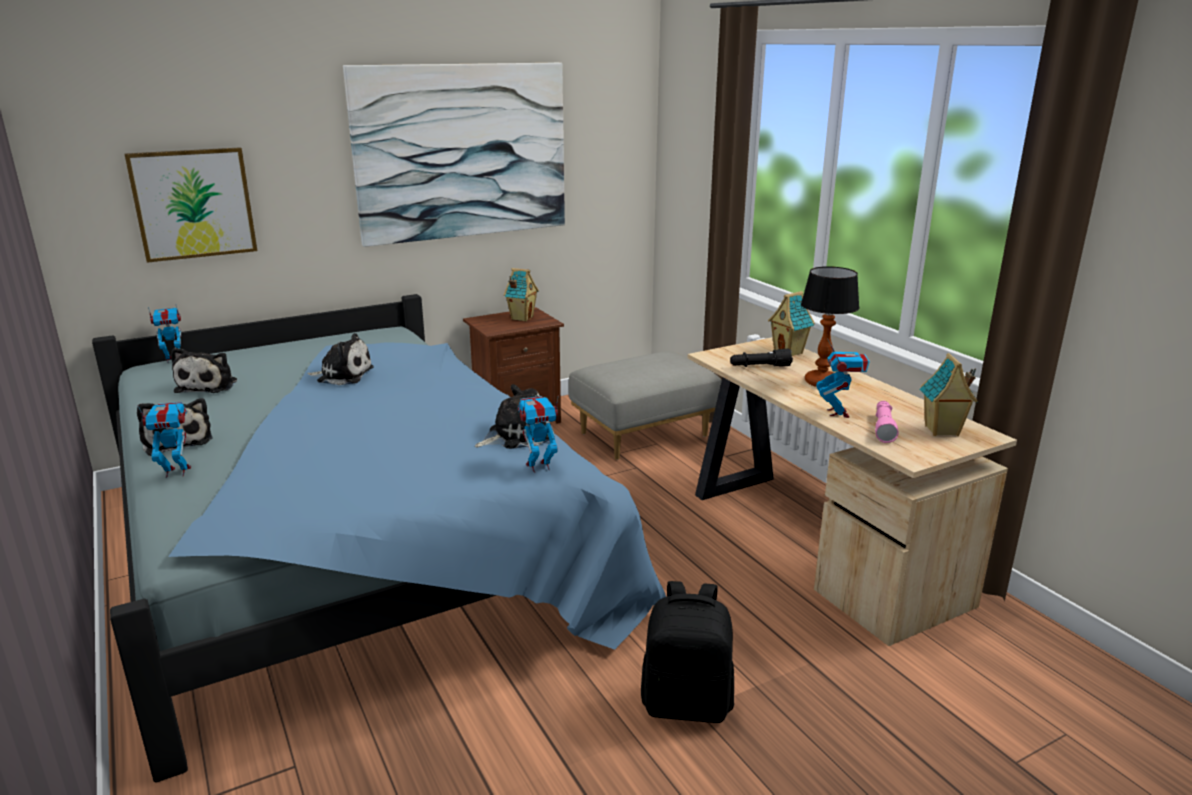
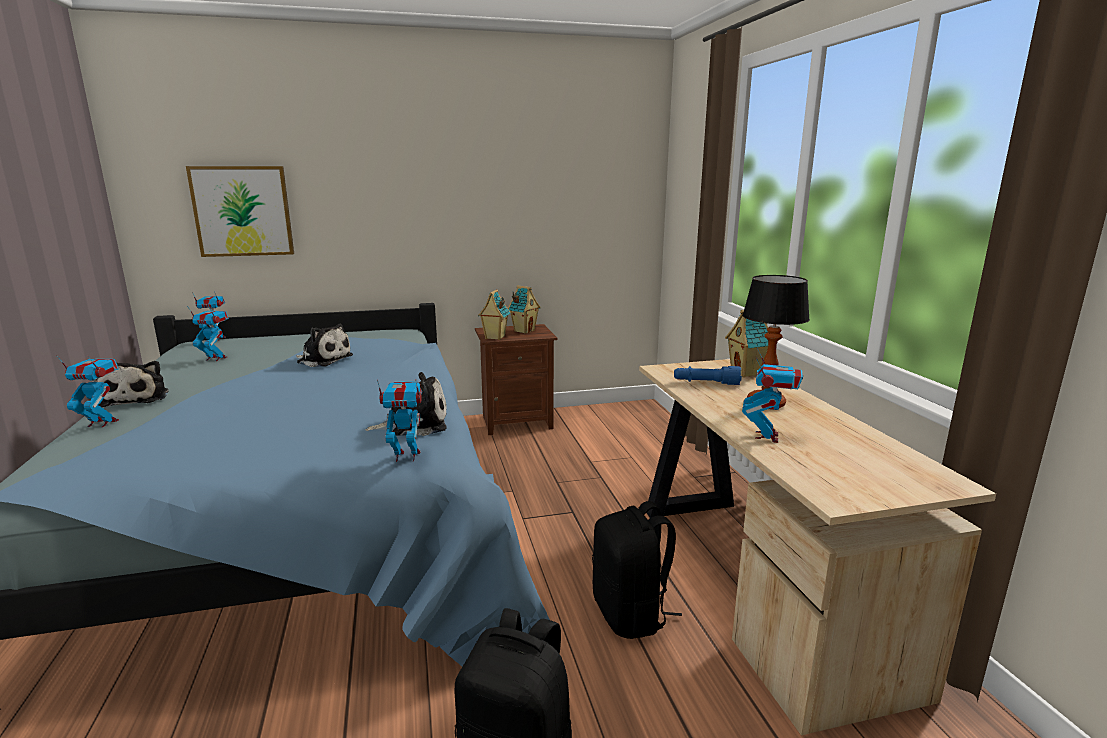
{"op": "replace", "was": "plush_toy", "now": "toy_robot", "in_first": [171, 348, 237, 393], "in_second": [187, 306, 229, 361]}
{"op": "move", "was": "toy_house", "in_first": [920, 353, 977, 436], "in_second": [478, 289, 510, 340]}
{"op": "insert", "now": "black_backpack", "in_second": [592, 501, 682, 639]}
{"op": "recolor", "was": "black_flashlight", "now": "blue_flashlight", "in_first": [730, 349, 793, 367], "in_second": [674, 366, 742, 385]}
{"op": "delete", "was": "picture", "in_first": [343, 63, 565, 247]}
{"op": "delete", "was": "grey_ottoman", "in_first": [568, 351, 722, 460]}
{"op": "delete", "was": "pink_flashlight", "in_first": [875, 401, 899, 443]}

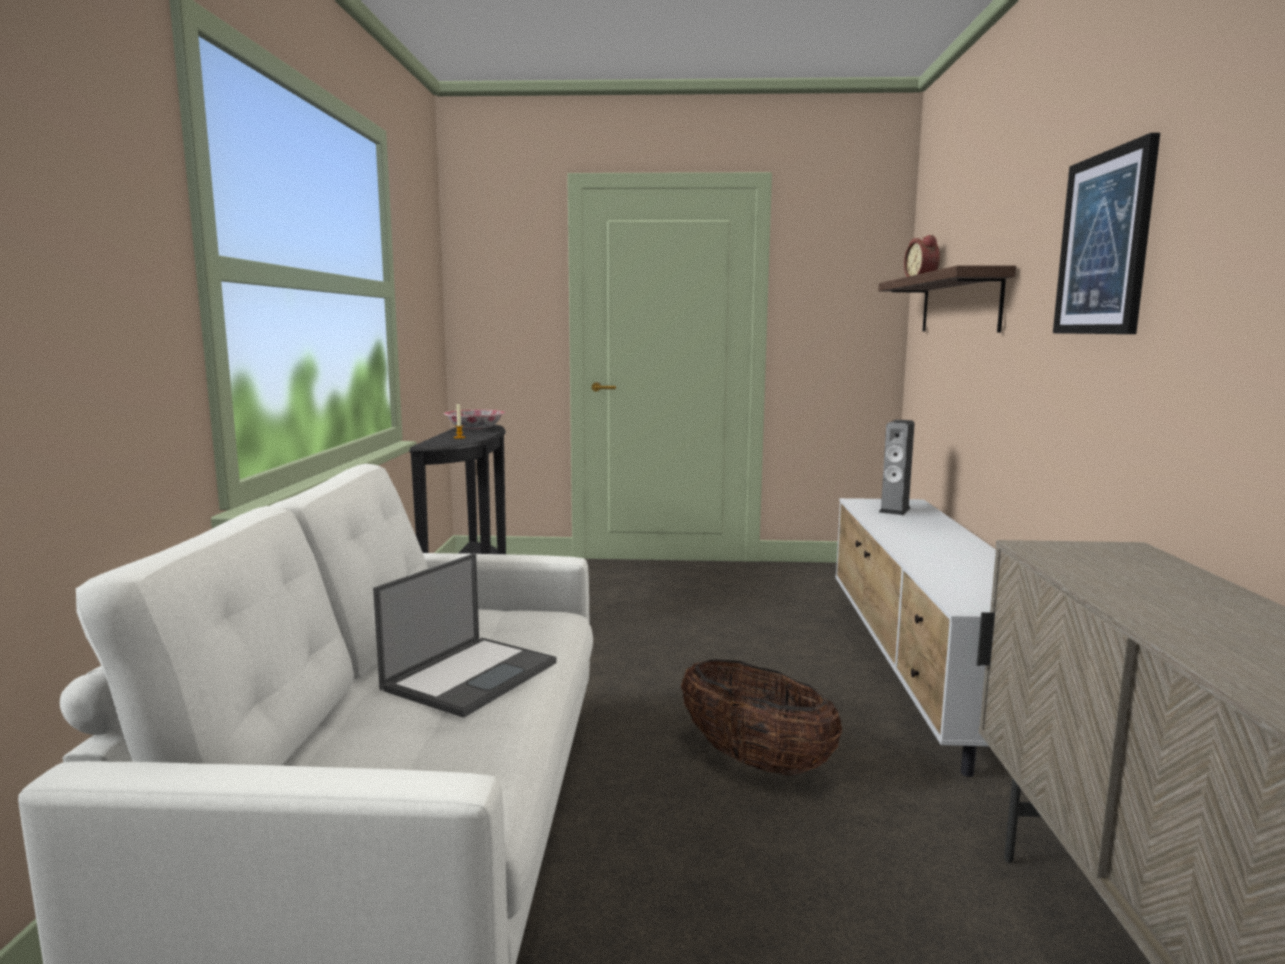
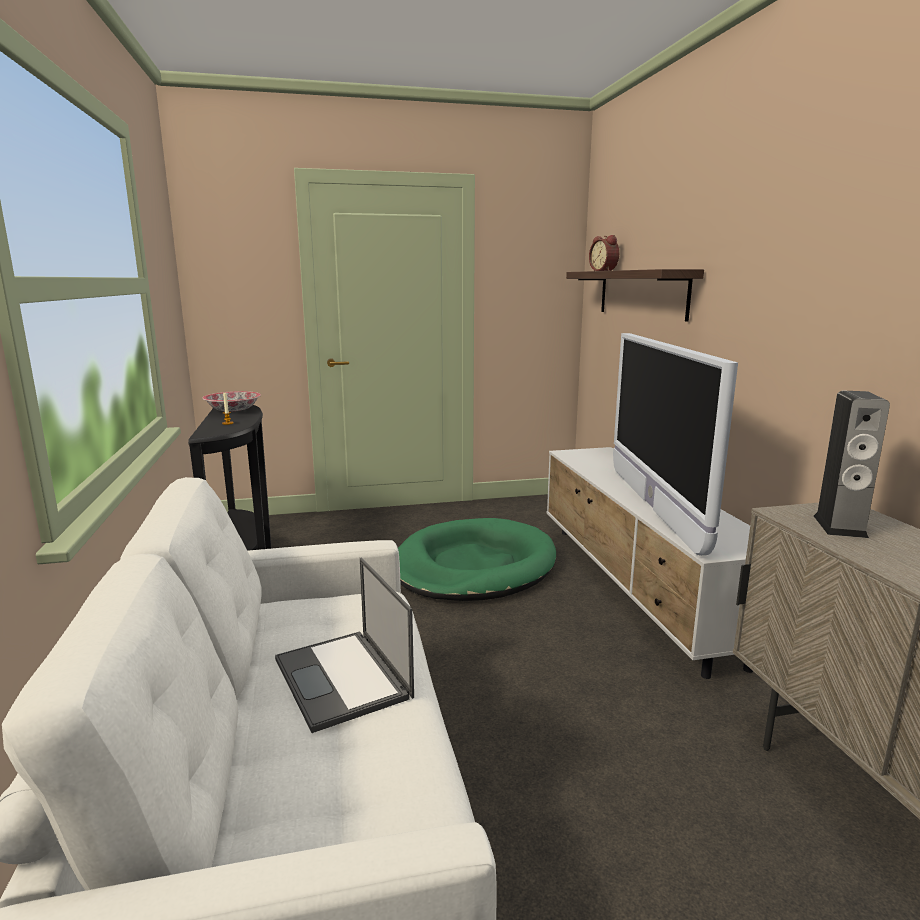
{"op": "rotate", "was": "laptop", "in_first": [373, 553, 557, 718], "in_second": [275, 558, 414, 733], "clockwise": 135}
{"op": "insert", "now": "green_dog_bed", "in_second": [398, 518, 556, 601]}
{"op": "insert", "now": "television", "in_second": [613, 333, 738, 556]}
{"op": "move", "was": "speaker", "in_first": [879, 420, 915, 515], "in_second": [814, 391, 890, 538]}
{"op": "delete", "was": "basket", "in_first": [681, 659, 842, 775]}
{"op": "delete", "was": "picture", "in_first": [1053, 133, 1160, 334]}

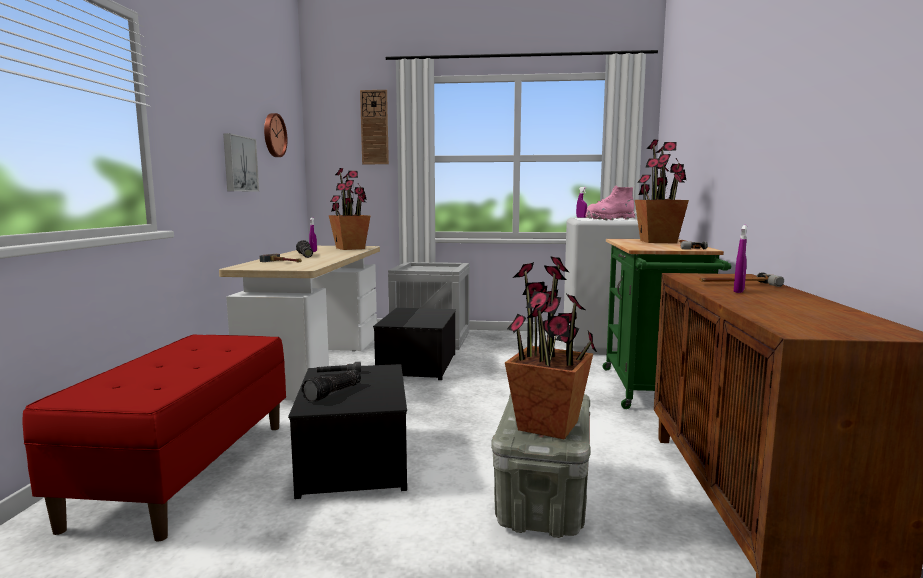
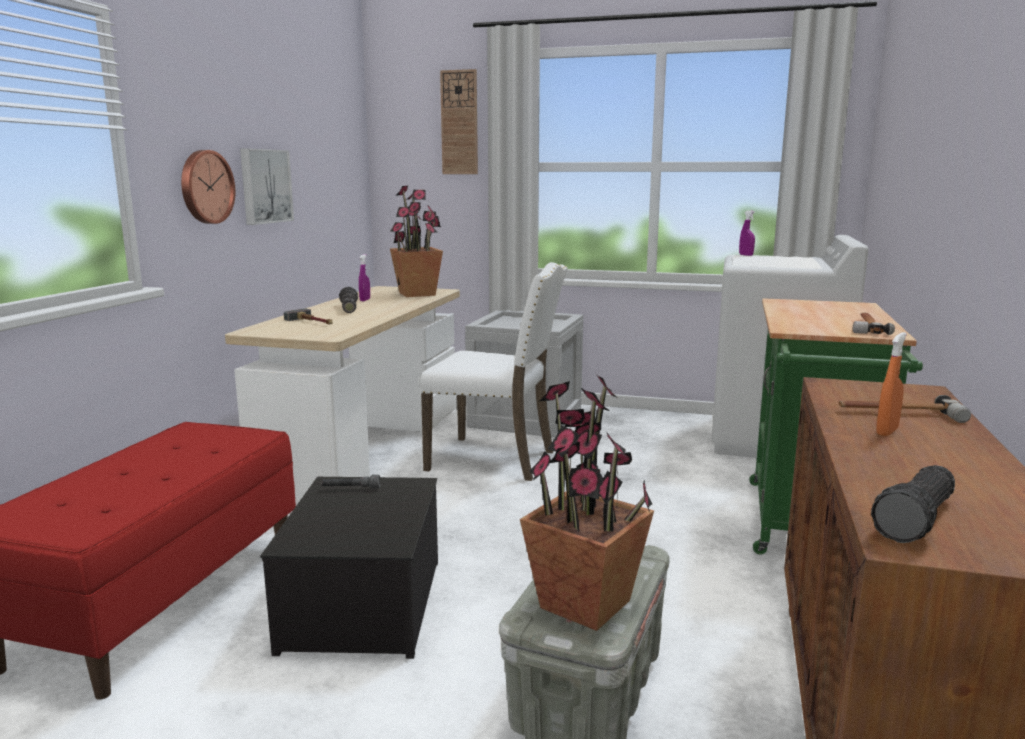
{"op": "move", "was": "wall_clock", "in_first": [264, 113, 287, 157], "in_second": [181, 150, 235, 224]}
{"op": "replace", "was": "storage_box", "now": "white_chair", "in_first": [373, 308, 456, 380], "in_second": [419, 262, 568, 481]}
{"op": "move", "was": "flashlight", "in_first": [301, 370, 361, 402], "in_second": [871, 465, 955, 543]}
{"op": "recolor", "was": "purple_spray_bottle", "now": "orange_spray_bottle", "in_first": [734, 225, 747, 293], "in_second": [876, 332, 907, 436]}
{"op": "delete", "was": "pink_boot", "in_first": [586, 186, 635, 220]}
{"op": "delete", "was": "potted_plant", "in_first": [635, 139, 689, 243]}

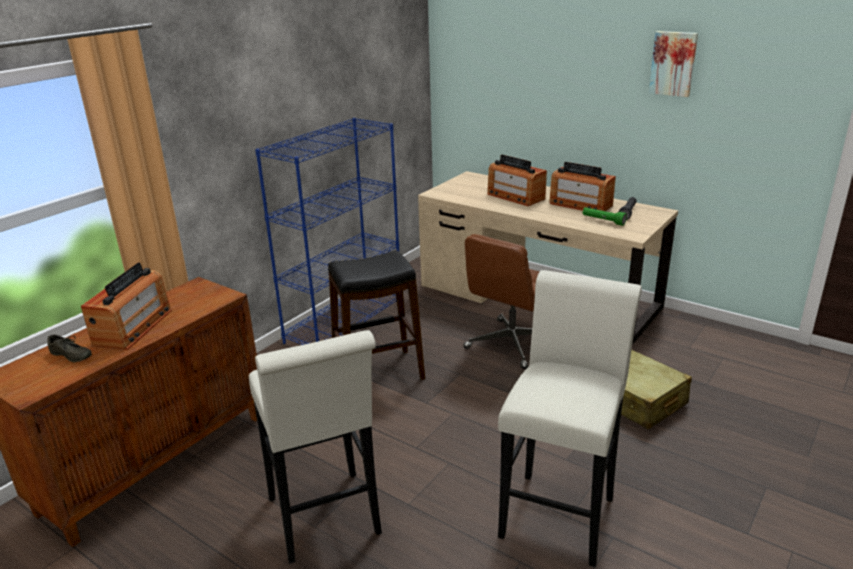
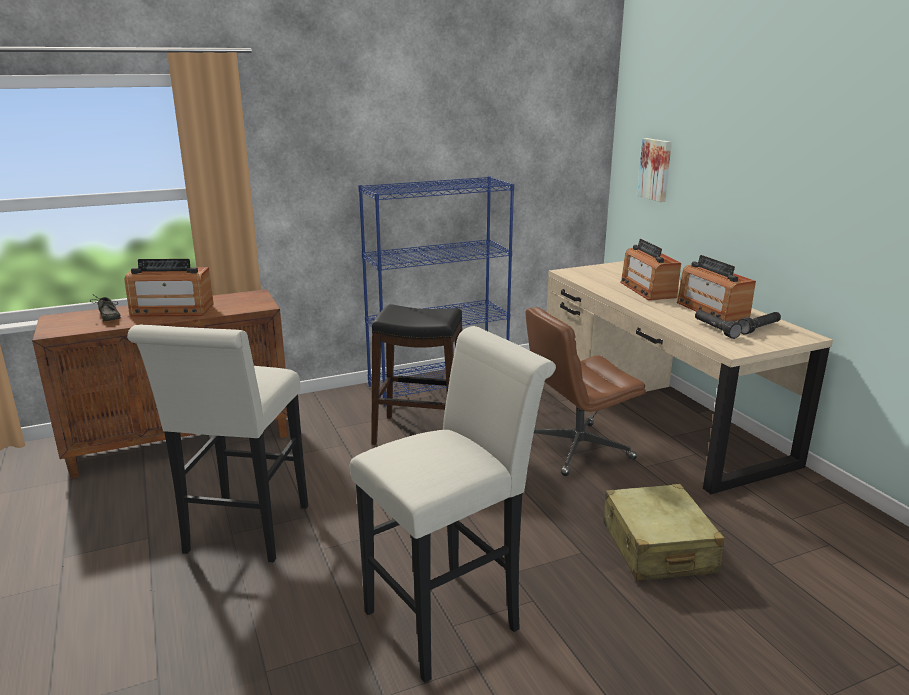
{"op": "rotate", "was": "radio", "in_first": [81, 262, 172, 350], "in_second": [124, 259, 214, 317], "clockwise": 45}
{"op": "move", "was": "picture", "in_first": [649, 31, 698, 97], "in_second": [637, 138, 672, 202]}
{"op": "recolor", "was": "green_flashlight", "now": "black_flashlight", "in_first": [583, 207, 627, 226], "in_second": [695, 310, 742, 339]}

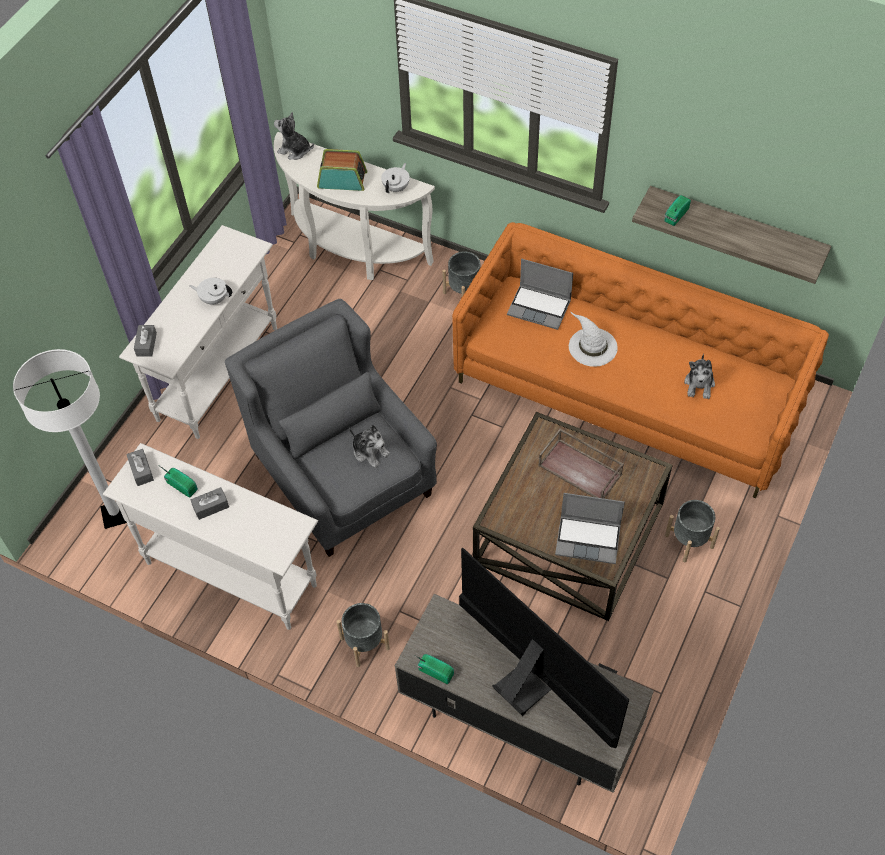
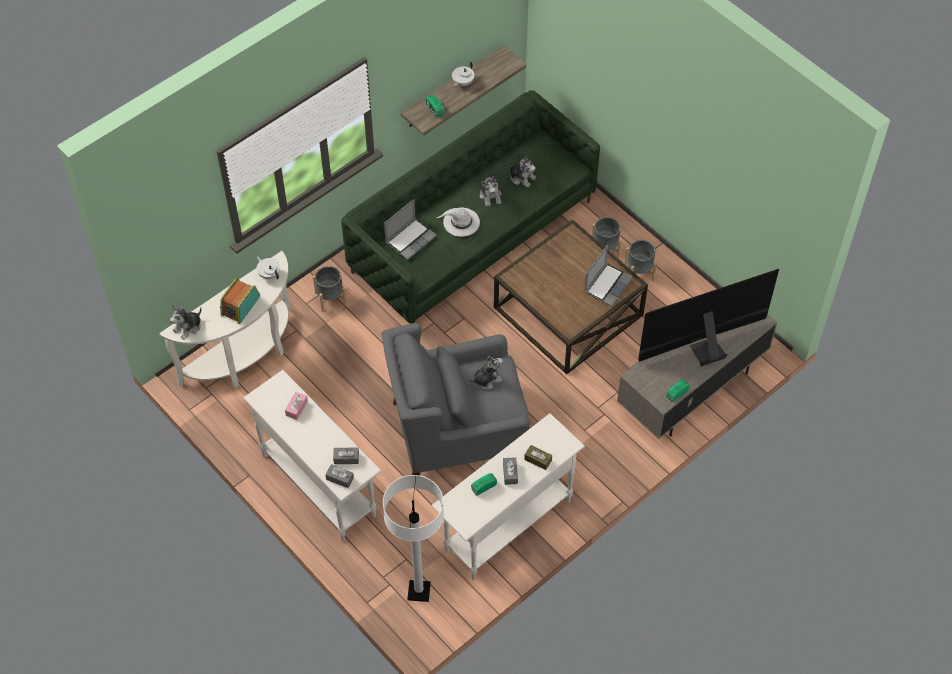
{"op": "insert", "now": "pink_tissue_box", "in_second": [285, 392, 308, 420]}
{"op": "move", "was": "grey_tissue_box", "in_first": [126, 449, 154, 486], "in_second": [333, 448, 359, 464]}
{"op": "recolor", "was": "orange_sofa", "now": "green_sofa", "in_first": [452, 222, 829, 498], "in_second": [341, 90, 600, 324]}
{"op": "move", "was": "white_teapot", "in_first": [189, 278, 232, 305], "in_second": [452, 62, 474, 86]}
{"op": "insert", "now": "plush_toy", "in_second": [480, 174, 501, 207]}
{"op": "insert", "now": "brown_tissue_box", "in_second": [524, 445, 552, 470]}
{"op": "move", "was": "grey_planter", "in_first": [337, 603, 390, 667], "in_second": [624, 240, 657, 281]}
{"op": "delete", "was": "brown_tray", "in_first": [538, 428, 624, 499]}

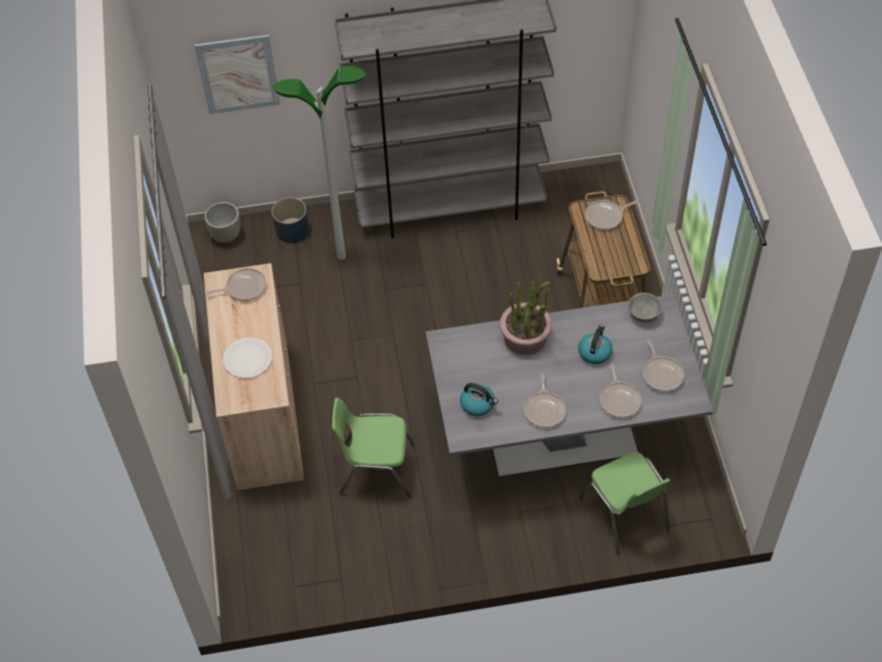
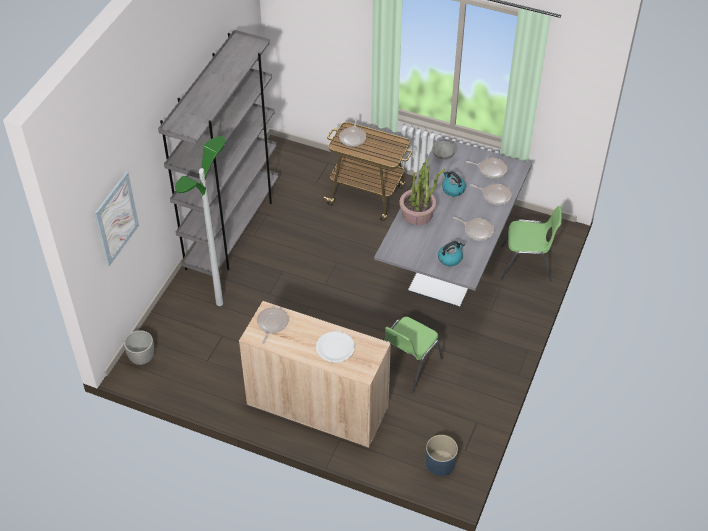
{"op": "move", "was": "blue_planter", "in_first": [271, 197, 309, 243], "in_second": [426, 435, 458, 476]}

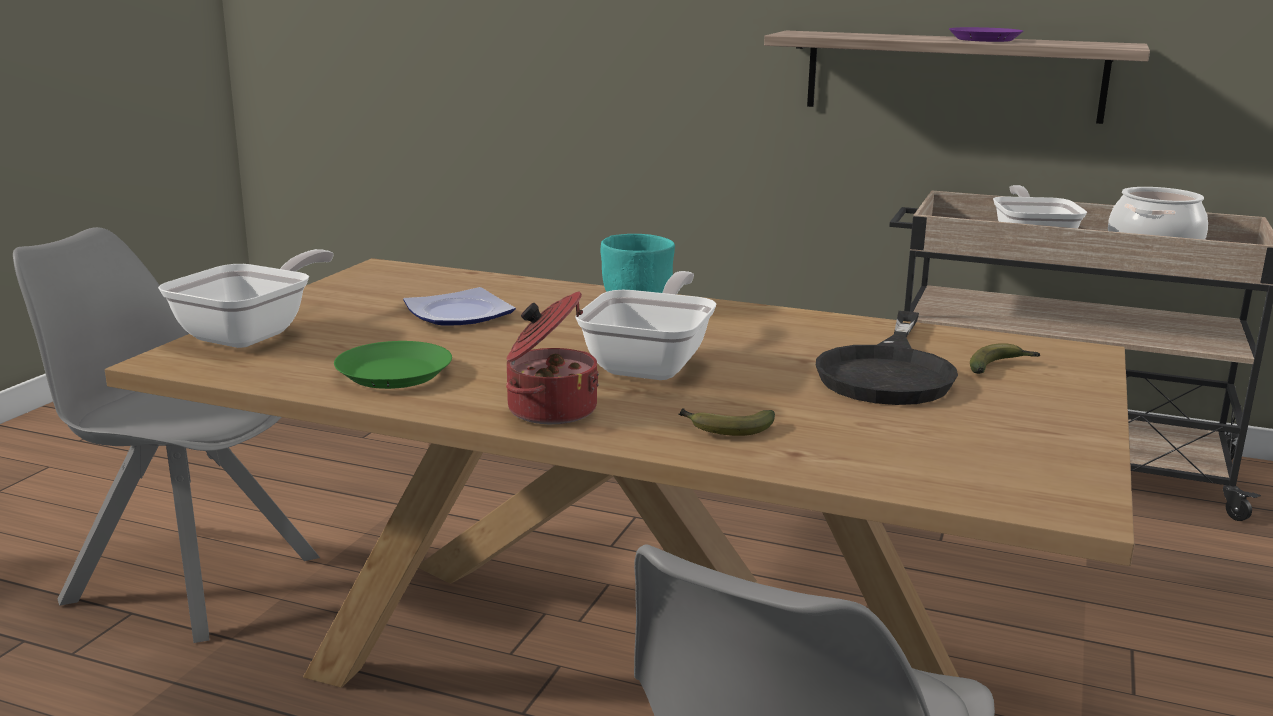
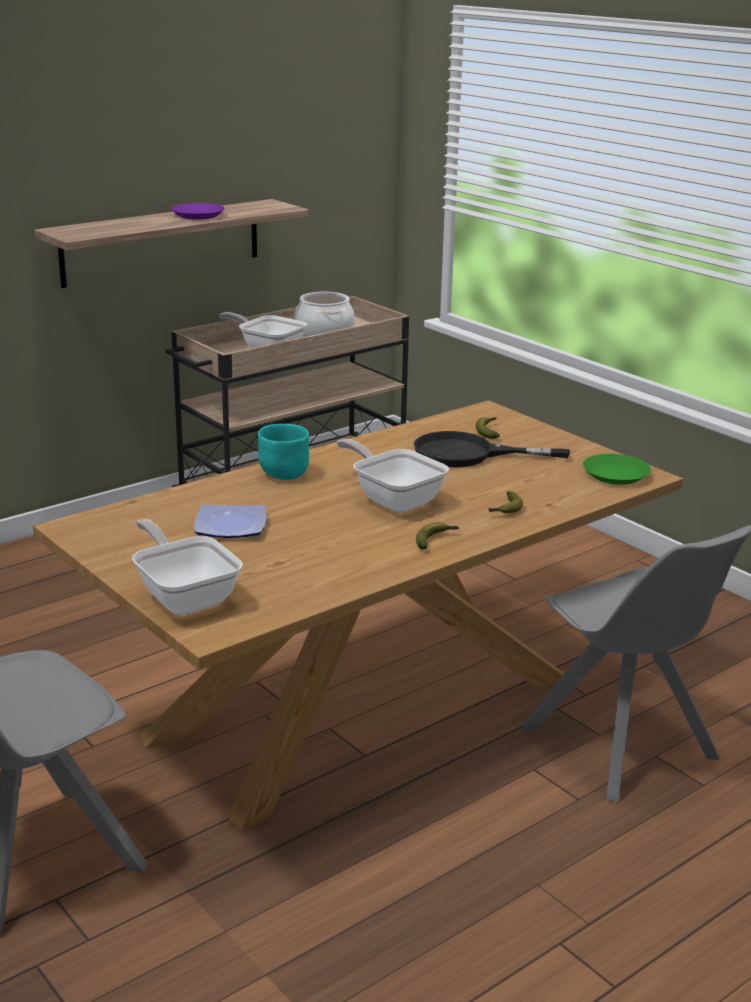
{"op": "rotate", "was": "black_frying_pan", "in_first": [816, 311, 958, 405], "in_second": [413, 431, 571, 467], "clockwise": 135}
{"op": "replace", "was": "cooking_pot", "now": "banana", "in_first": [506, 291, 599, 424], "in_second": [416, 522, 459, 549]}
{"op": "move", "was": "green_plate", "in_first": [334, 341, 452, 389], "in_second": [583, 454, 651, 485]}

